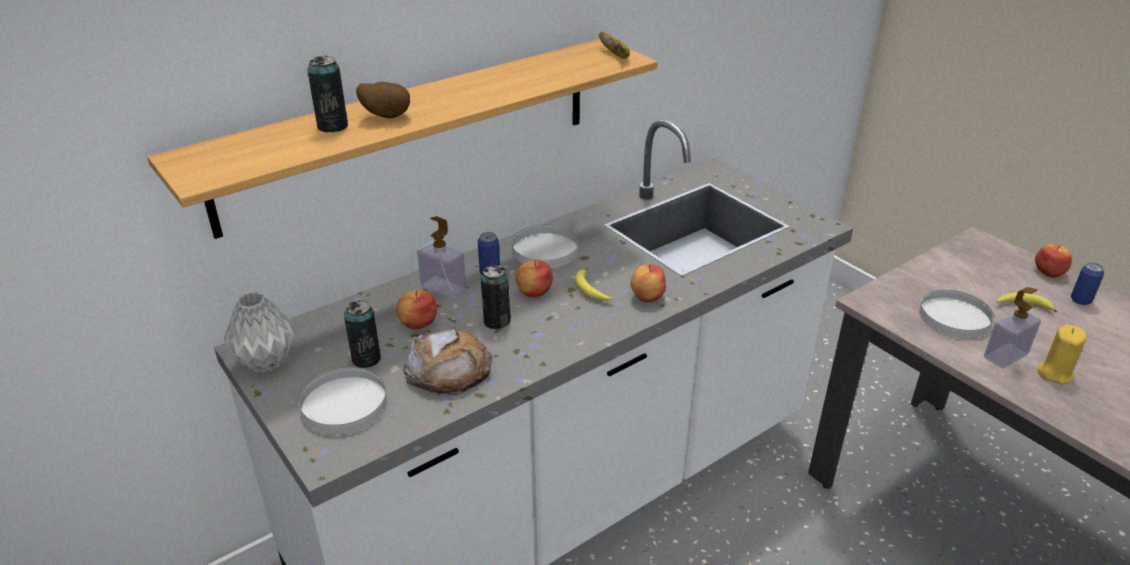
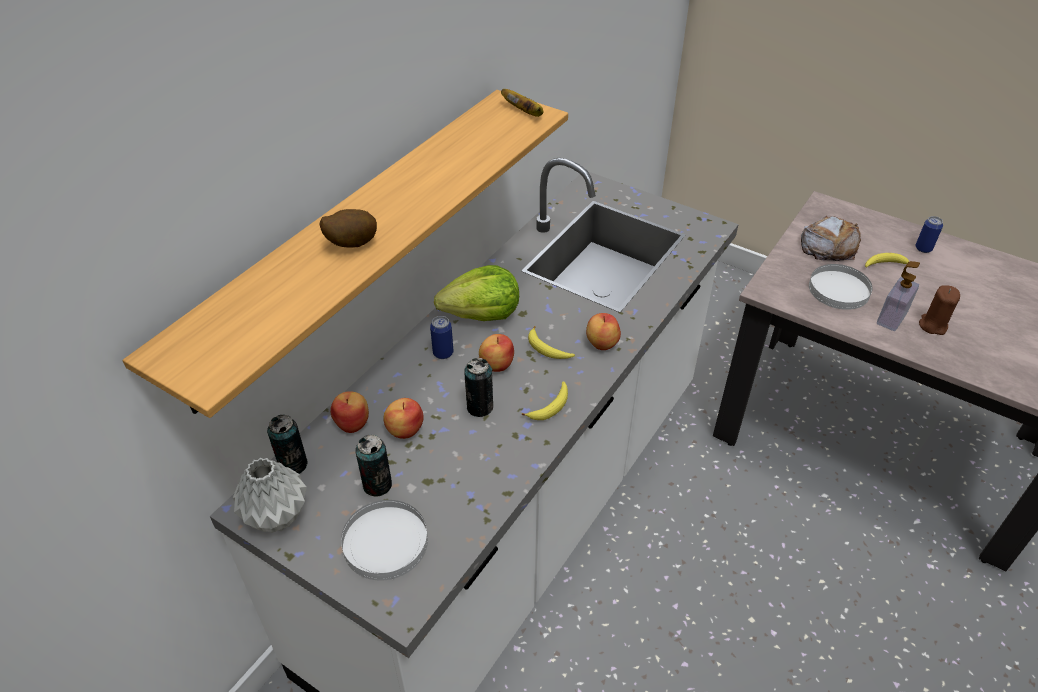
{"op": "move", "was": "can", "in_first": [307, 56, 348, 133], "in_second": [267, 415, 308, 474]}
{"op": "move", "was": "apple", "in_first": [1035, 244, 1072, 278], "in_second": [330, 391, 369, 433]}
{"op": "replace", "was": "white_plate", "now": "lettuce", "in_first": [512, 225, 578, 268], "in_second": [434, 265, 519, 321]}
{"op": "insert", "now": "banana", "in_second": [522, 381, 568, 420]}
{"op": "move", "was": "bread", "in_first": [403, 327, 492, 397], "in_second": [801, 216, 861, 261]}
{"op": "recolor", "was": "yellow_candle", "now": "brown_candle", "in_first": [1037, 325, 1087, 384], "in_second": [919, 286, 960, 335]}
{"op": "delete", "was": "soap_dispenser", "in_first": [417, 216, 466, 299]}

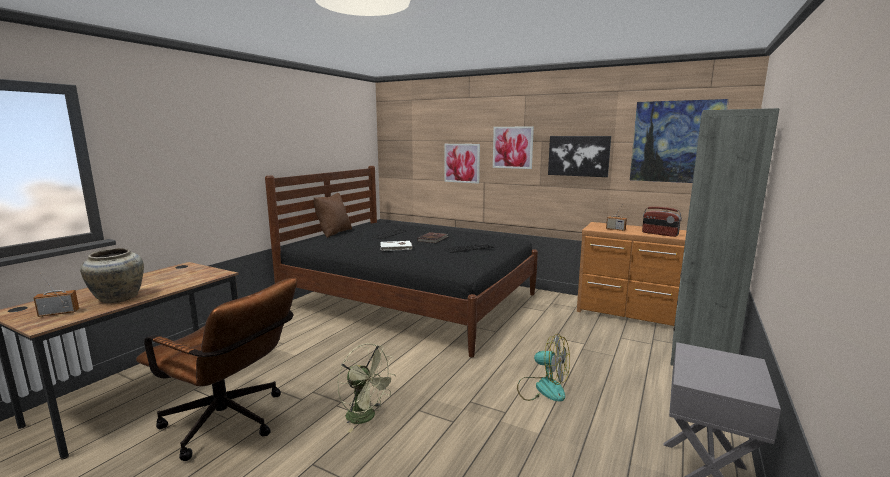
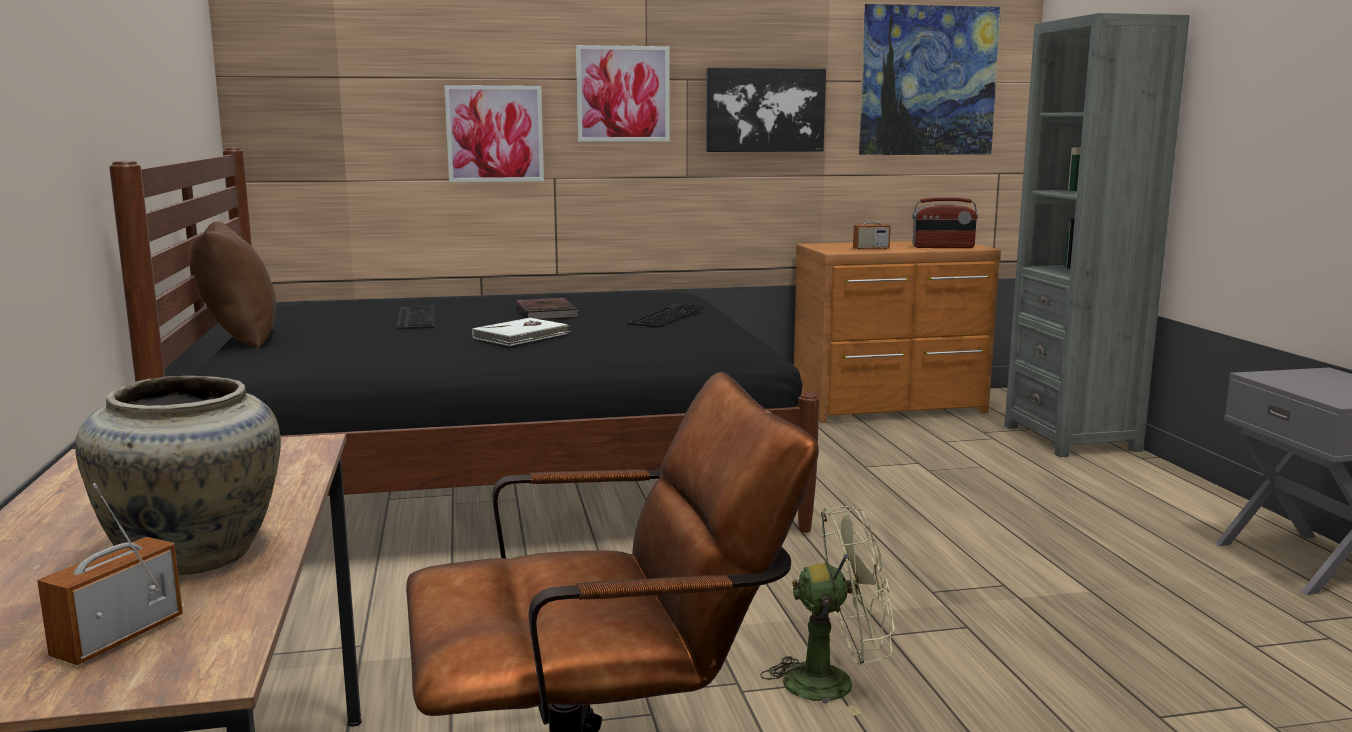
{"op": "delete", "was": "fan", "in_first": [517, 334, 570, 402]}

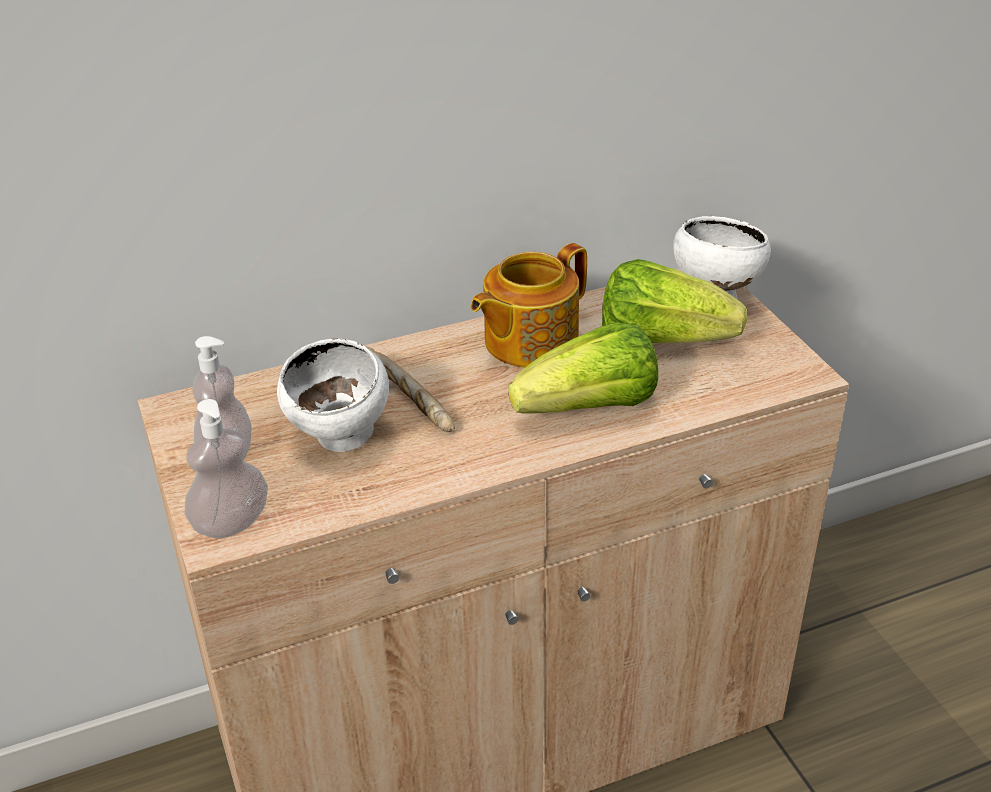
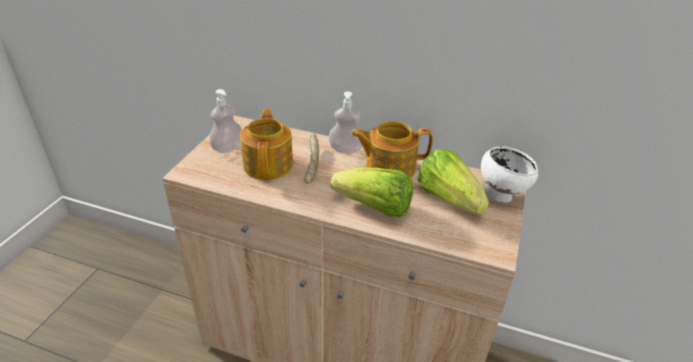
{"op": "replace", "was": "white_bowl", "now": "teapot", "in_first": [277, 339, 389, 452], "in_second": [240, 108, 293, 180]}
{"op": "move", "was": "soap_dispenser", "in_first": [185, 399, 268, 538], "in_second": [328, 91, 363, 154]}

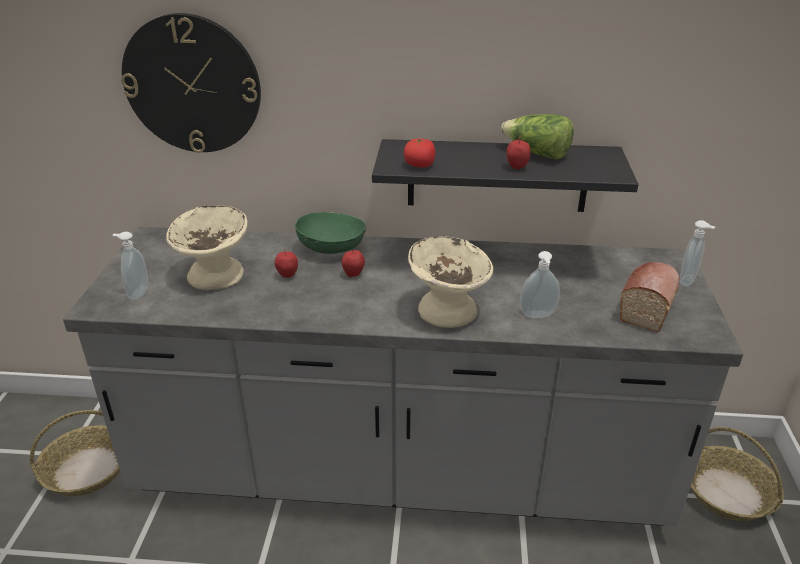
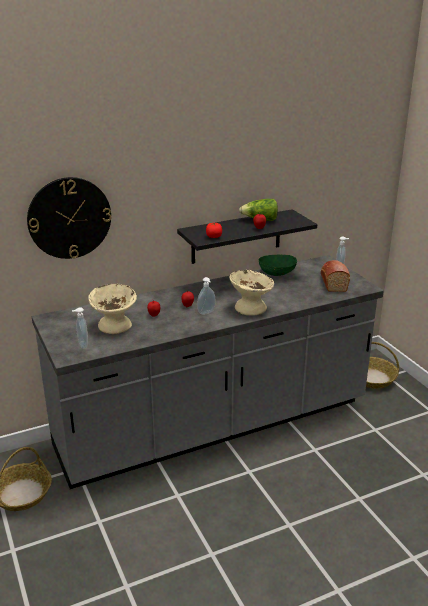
{"op": "move", "was": "soap_dispenser", "in_first": [520, 251, 560, 318], "in_second": [197, 277, 216, 315]}
{"op": "move", "was": "green_bowl", "in_first": [295, 212, 366, 254], "in_second": [259, 255, 297, 276]}

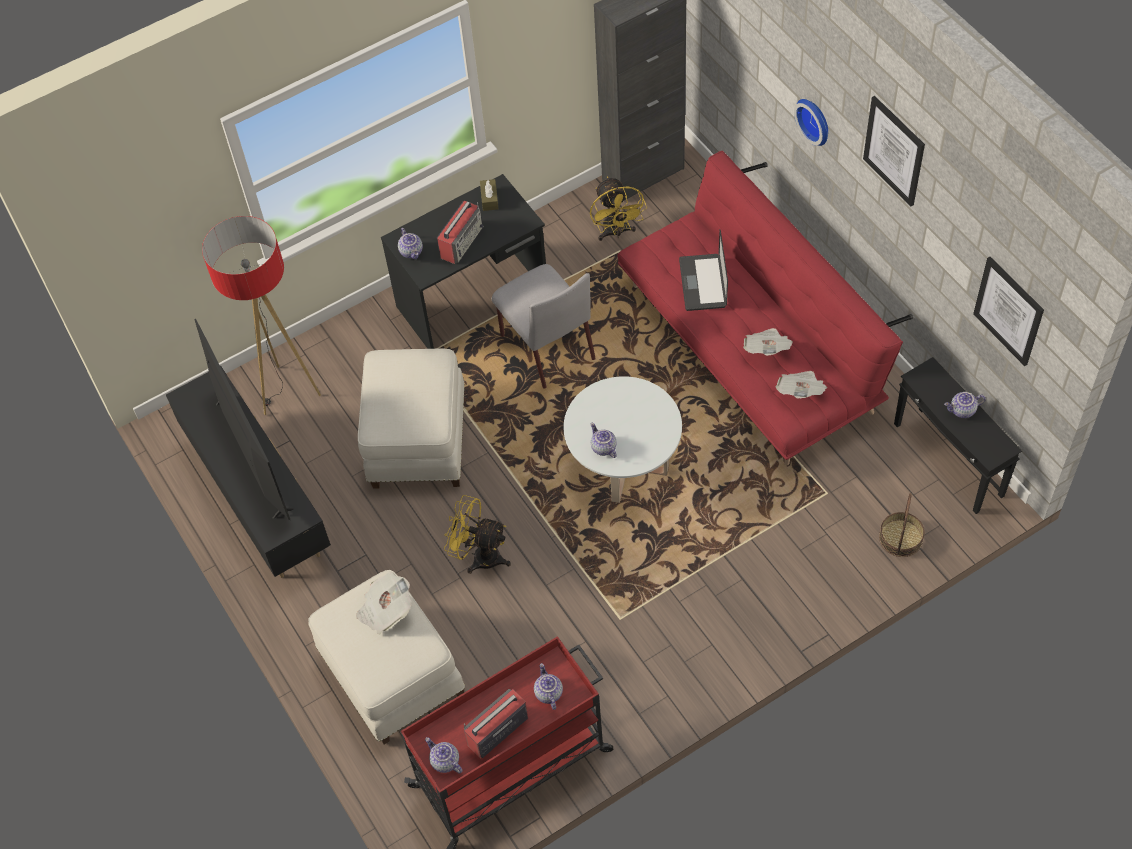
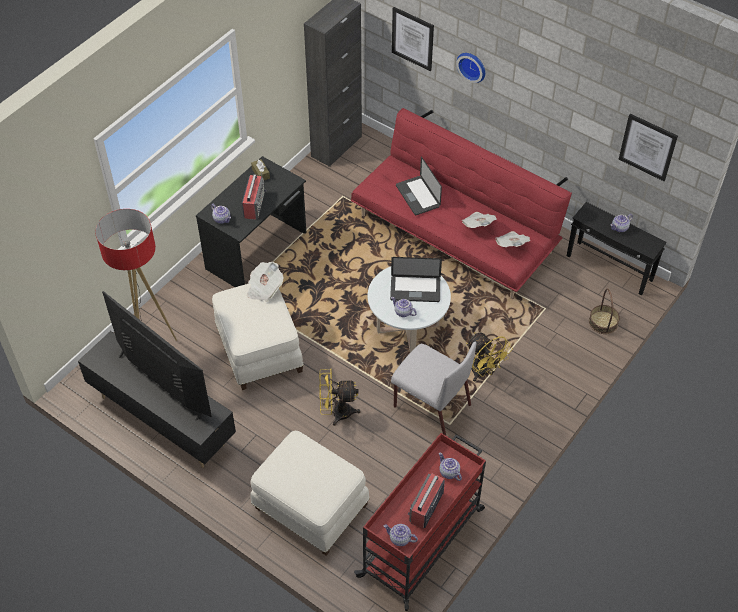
{"op": "move", "was": "newspaper", "in_first": [356, 572, 412, 635], "in_second": [247, 262, 283, 302]}
{"op": "insert", "now": "laptop", "in_second": [390, 257, 442, 302]}
{"op": "move", "was": "grey_chair", "in_first": [492, 264, 596, 389], "in_second": [391, 342, 476, 435]}
{"op": "move", "was": "picture", "in_first": [863, 96, 925, 206], "in_second": [392, 7, 434, 71]}
{"op": "move", "was": "yellow_fan", "in_first": [590, 176, 647, 241], "in_second": [466, 332, 513, 381]}

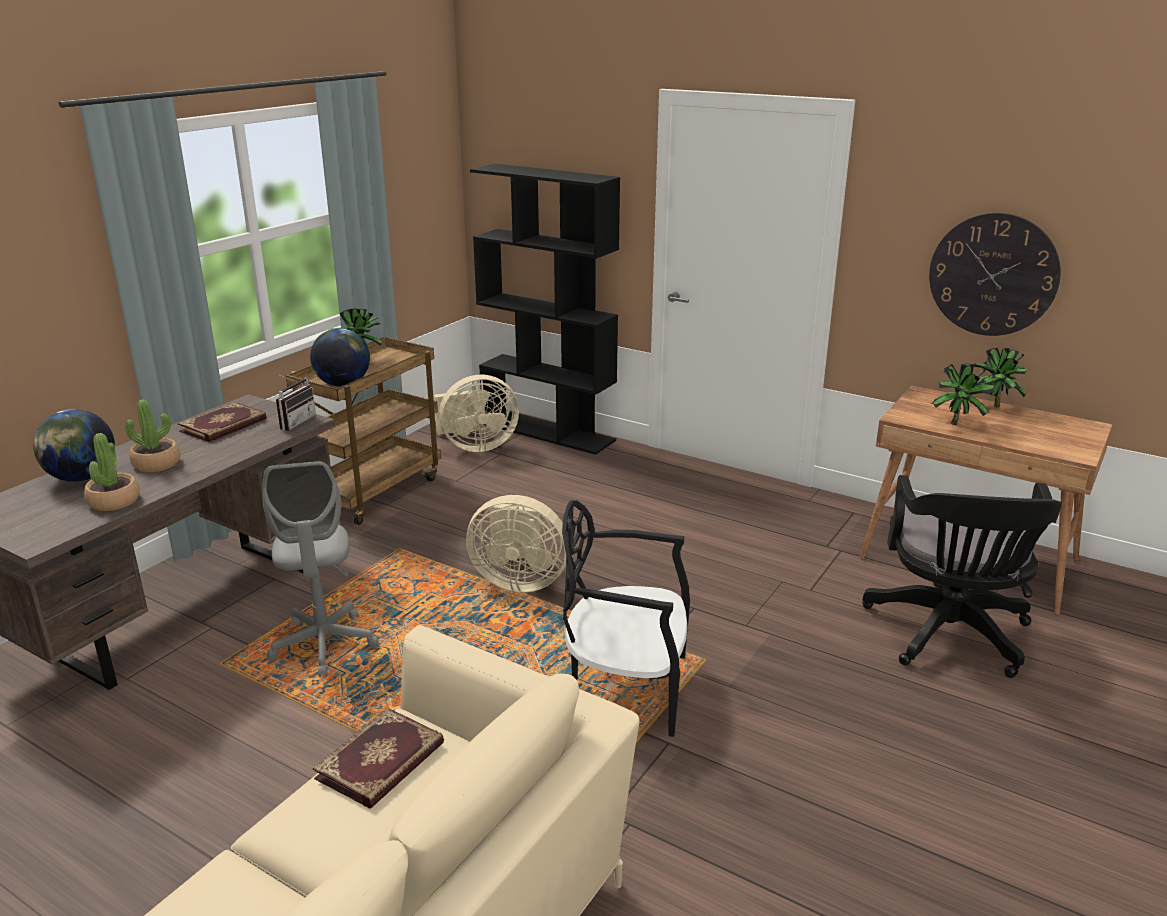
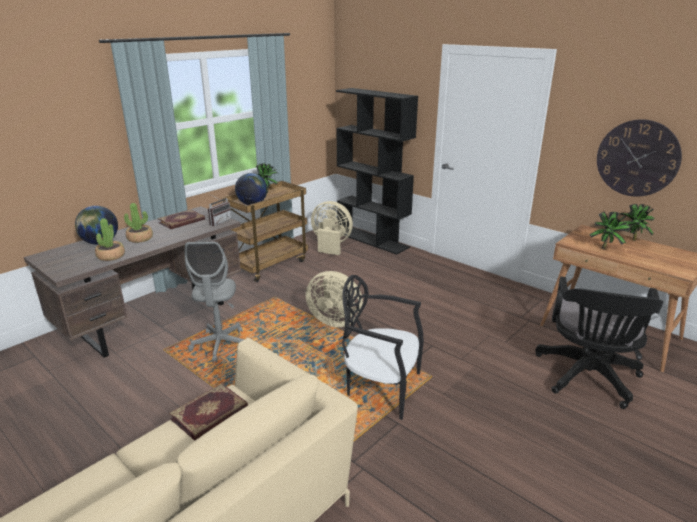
{"op": "rotate", "was": "beige_fan", "in_first": [434, 375, 519, 452], "in_second": [311, 201, 353, 255], "clockwise": -150}

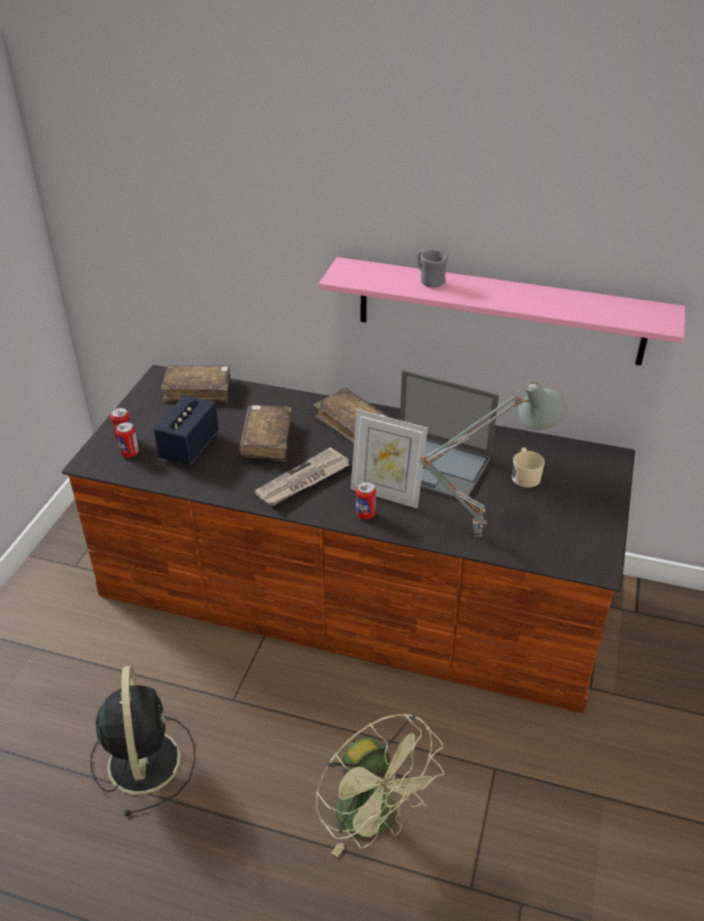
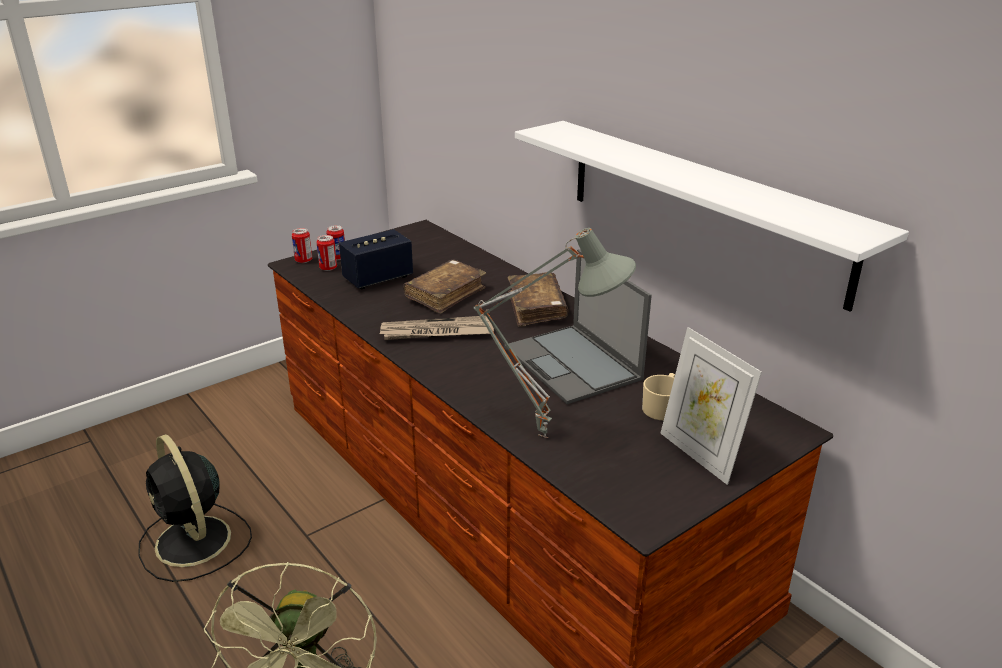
{"op": "rotate", "was": "black_fan", "in_first": [90, 666, 195, 816], "in_second": [138, 434, 252, 582], "clockwise": 120}
{"op": "move", "was": "can", "in_first": [356, 482, 376, 519], "in_second": [292, 228, 312, 263]}
{"op": "recolor", "was": "pink_shelf", "now": "white_shelf", "in_first": [319, 257, 685, 365], "in_second": [515, 121, 909, 311]}
{"op": "move", "was": "picture_frame", "in_first": [351, 409, 428, 509], "in_second": [660, 327, 762, 485]}
{"op": "delete", "was": "brown_book", "in_first": [161, 365, 230, 402]}
{"op": "delete", "was": "grey_mug", "in_first": [418, 250, 448, 288]}

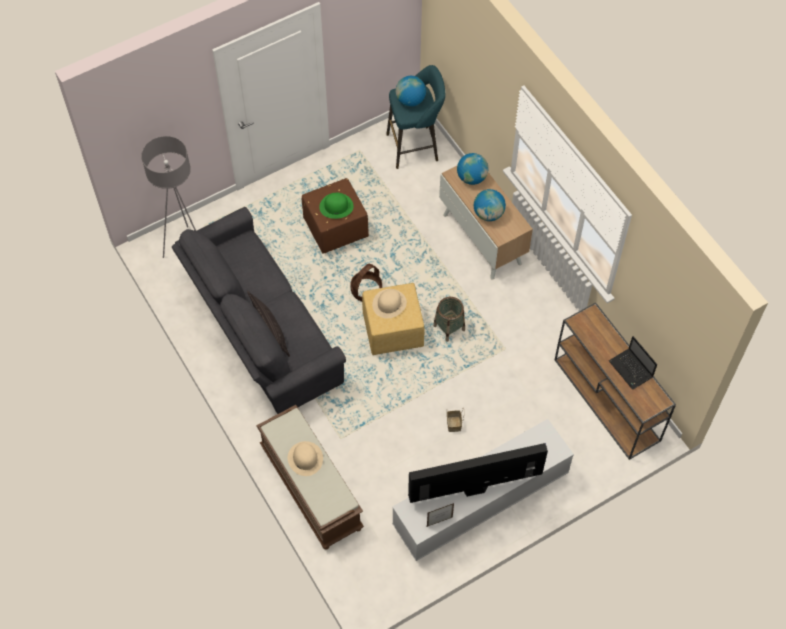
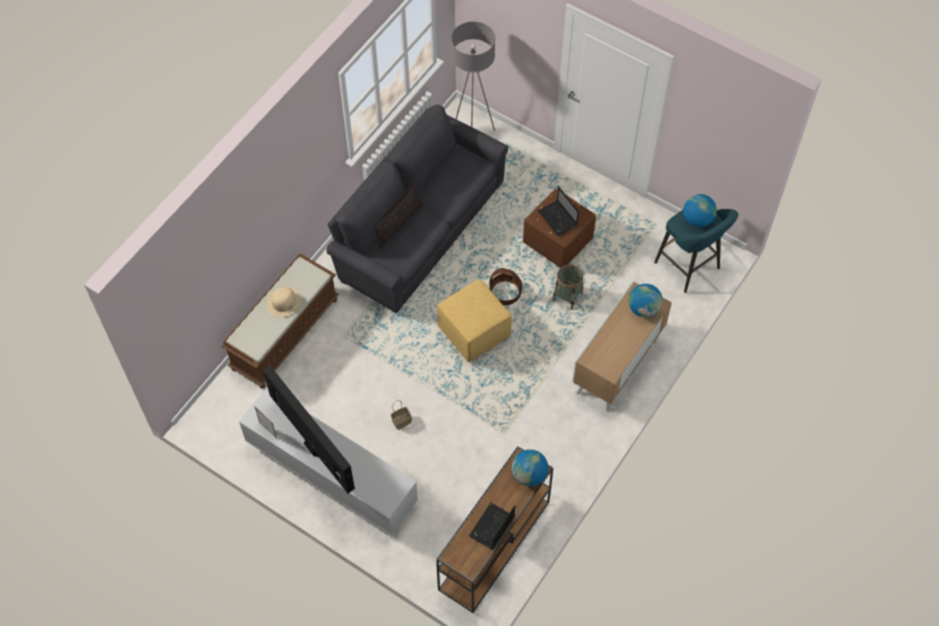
{"op": "move", "was": "globe", "in_first": [474, 189, 506, 221], "in_second": [512, 449, 548, 486]}
{"op": "replace", "was": "green_hat", "now": "laptop", "in_first": [319, 193, 354, 219], "in_second": [538, 187, 579, 236]}
{"op": "move", "was": "basket", "in_first": [433, 297, 465, 342], "in_second": [552, 264, 583, 310]}
{"op": "delete", "was": "beige_hat", "in_first": [372, 289, 407, 318]}

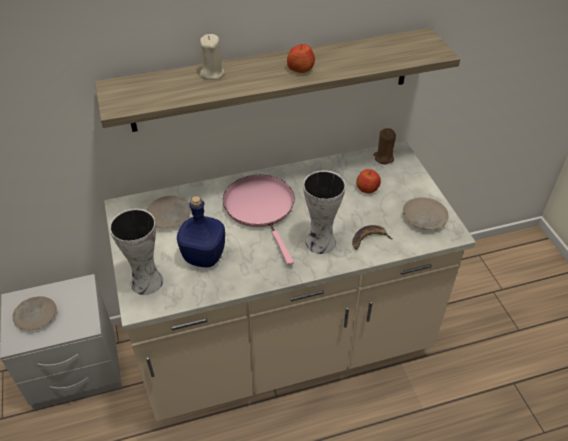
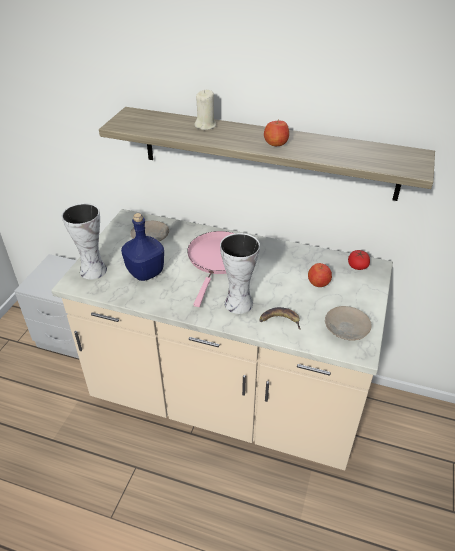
{"op": "replace", "was": "brown_candle", "now": "tomato", "in_first": [374, 128, 396, 164], "in_second": [348, 250, 370, 270]}
{"op": "delete", "was": "beige_plate", "in_first": [13, 296, 57, 330]}

